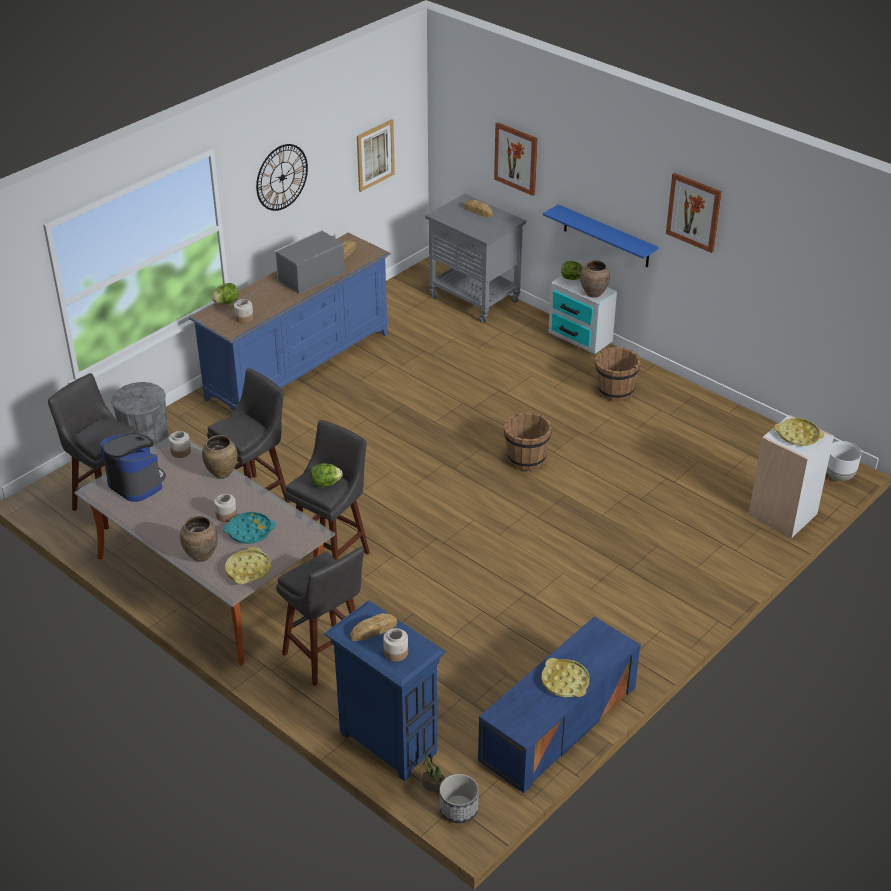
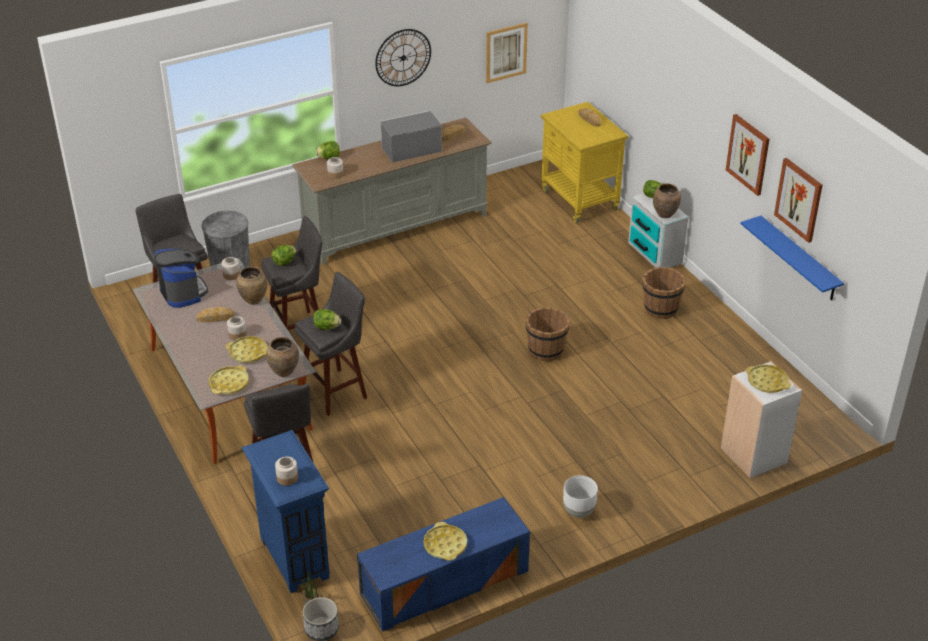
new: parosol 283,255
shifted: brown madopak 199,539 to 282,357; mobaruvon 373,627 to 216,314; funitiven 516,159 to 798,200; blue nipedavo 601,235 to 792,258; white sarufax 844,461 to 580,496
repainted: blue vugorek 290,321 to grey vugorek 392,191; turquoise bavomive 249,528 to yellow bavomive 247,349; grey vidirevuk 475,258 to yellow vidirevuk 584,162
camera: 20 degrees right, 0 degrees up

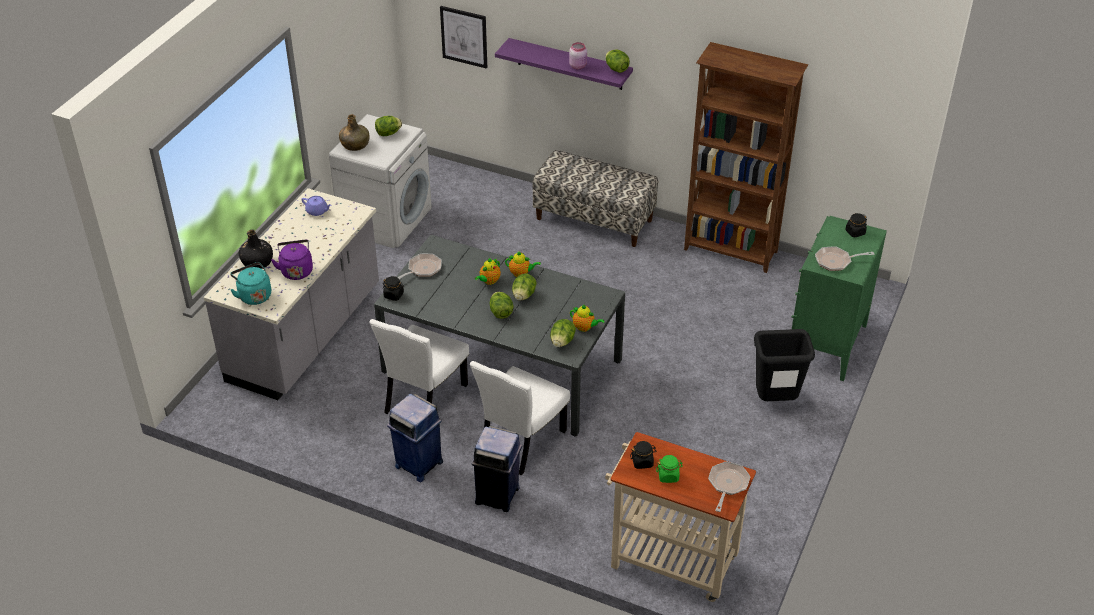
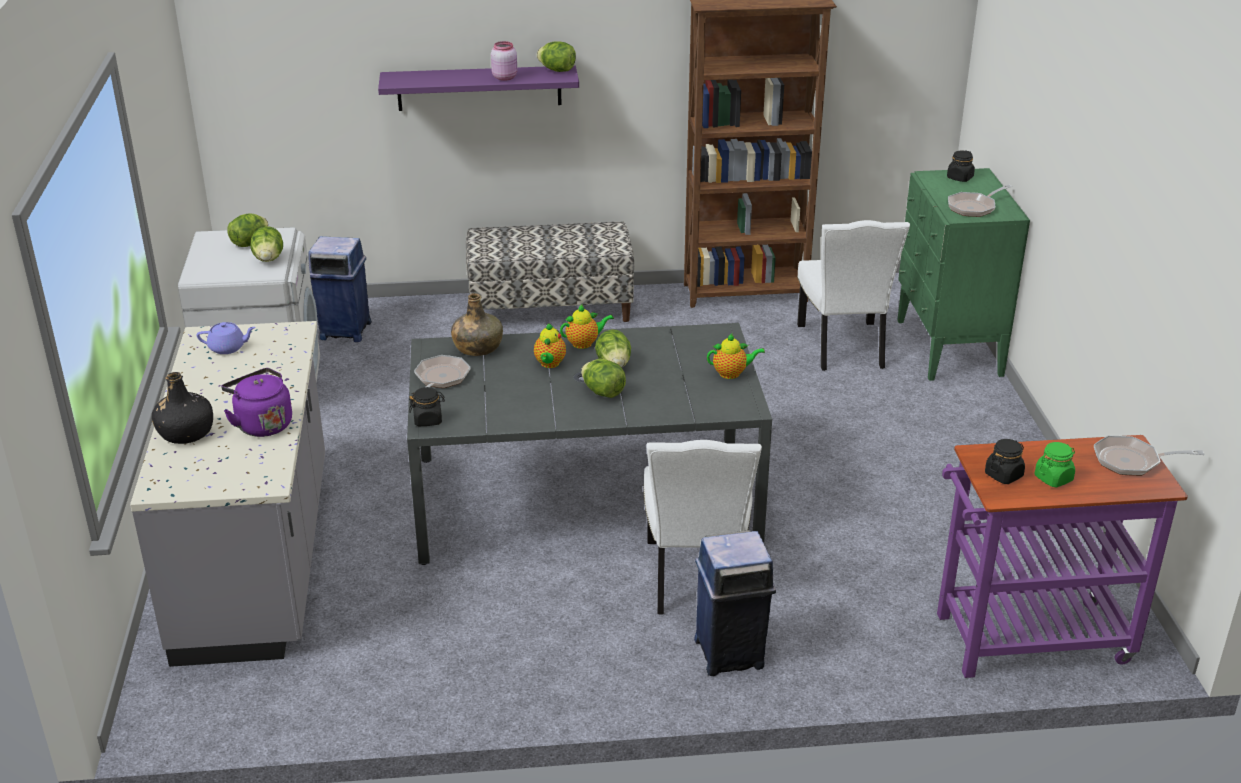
gone: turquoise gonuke 250,283; funitiven 463,37; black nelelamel 784,365
shifted: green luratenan 354,132 to 477,324; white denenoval 419,366 to 853,295; blue nelelamel 415,438 to 340,289; parosol 563,333 to 266,244
repainted: beige vidirevuk 680,517 to purple vidirevuk 1062,556
rotated: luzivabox 729,486 = 1149,456 75 degrees counterclockwise
camera: 30 degrees left, 10 degrees down

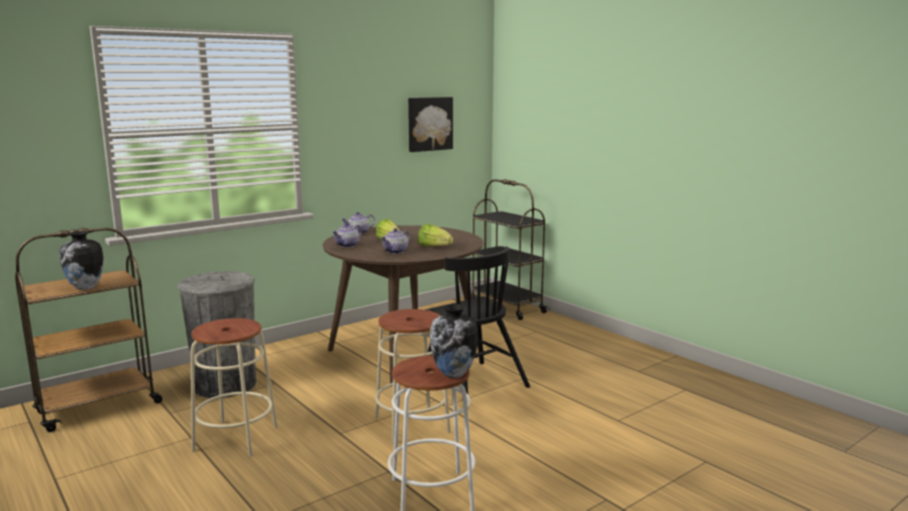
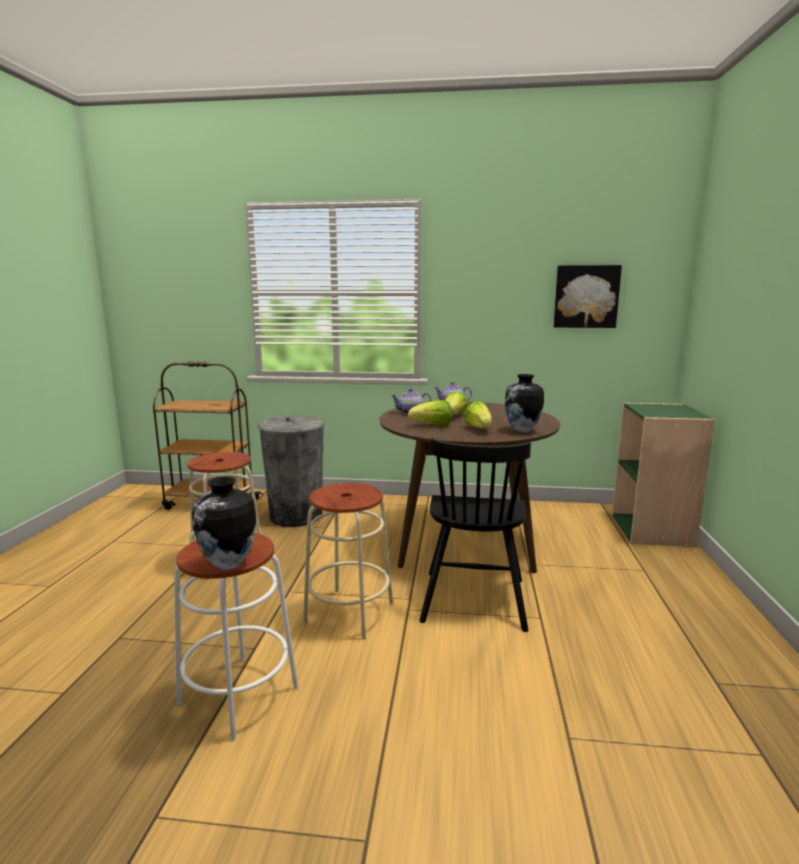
shifted: madopak 81,260 to 524,403
swapped: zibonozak 395,241 to parosol 430,413; black vidirevuk 511,249 to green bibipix 663,475
camera: 45 degrees right, 0 degrees up

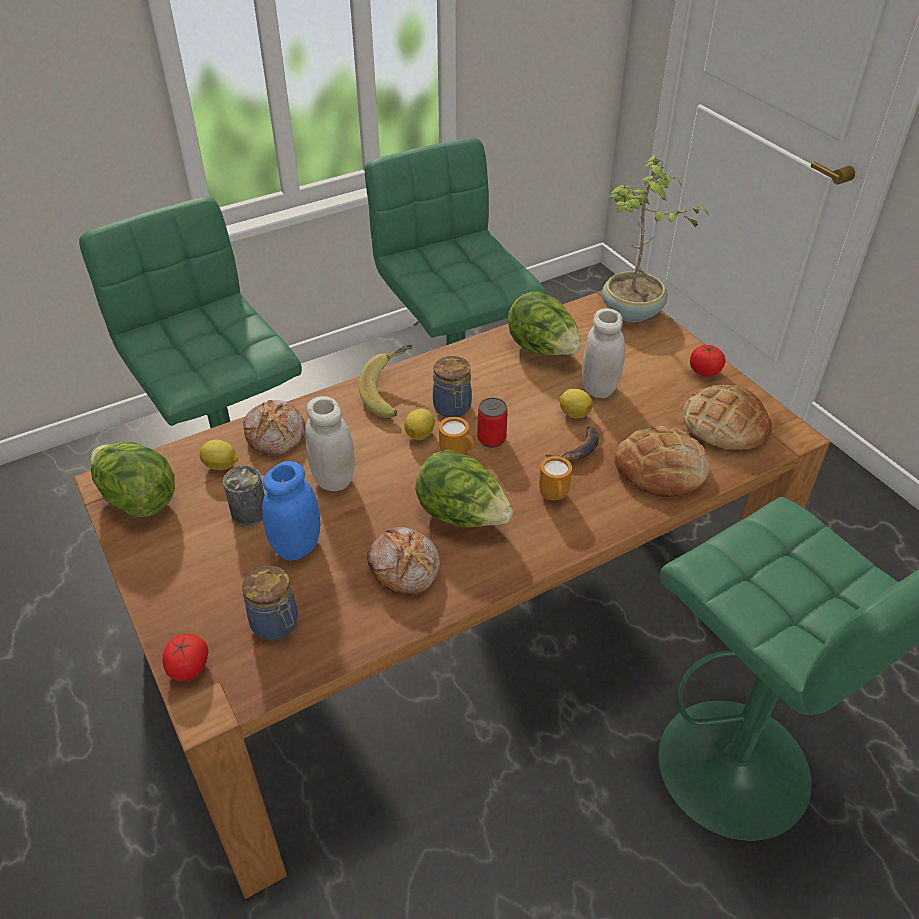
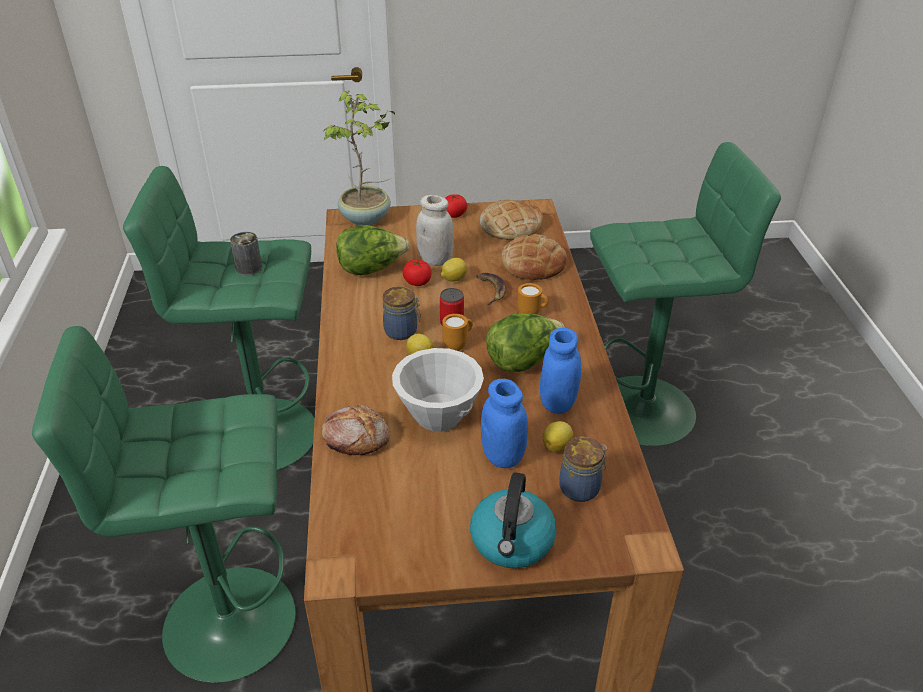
gone: parosol 132,480; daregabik 386,381
new: gonuke 513,520
shifted: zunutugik 185,657 to 417,272; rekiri 219,455 to 558,436; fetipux 244,496 to 246,254
swapped: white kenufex 330,443 to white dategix 438,390; mobaruvon 403,561 to blue kenufex 560,371
camera: 65 degrees left, 5 degrees down

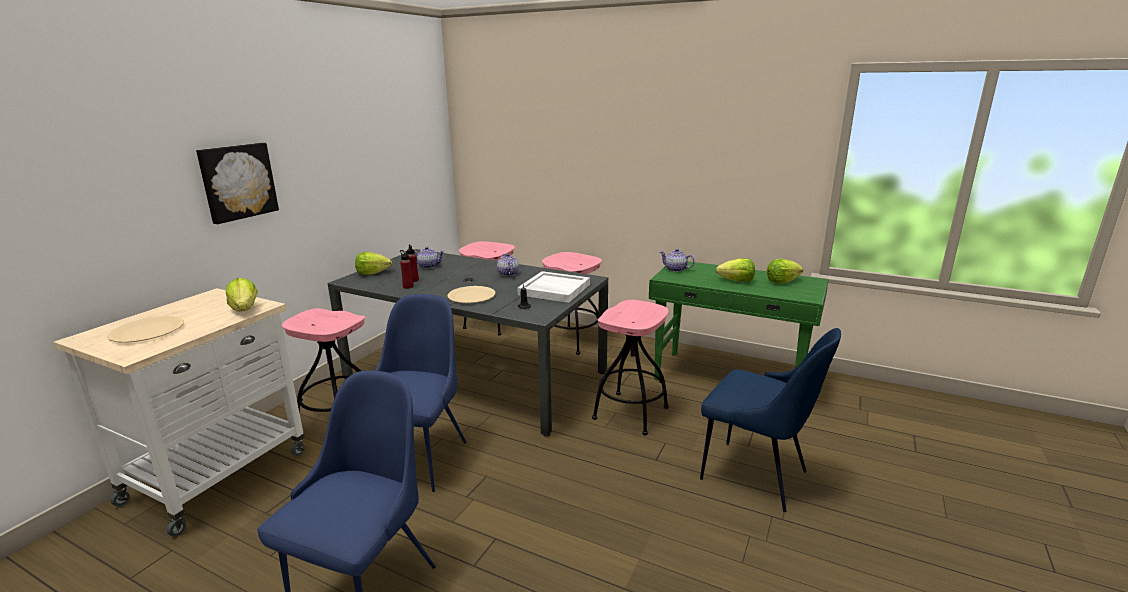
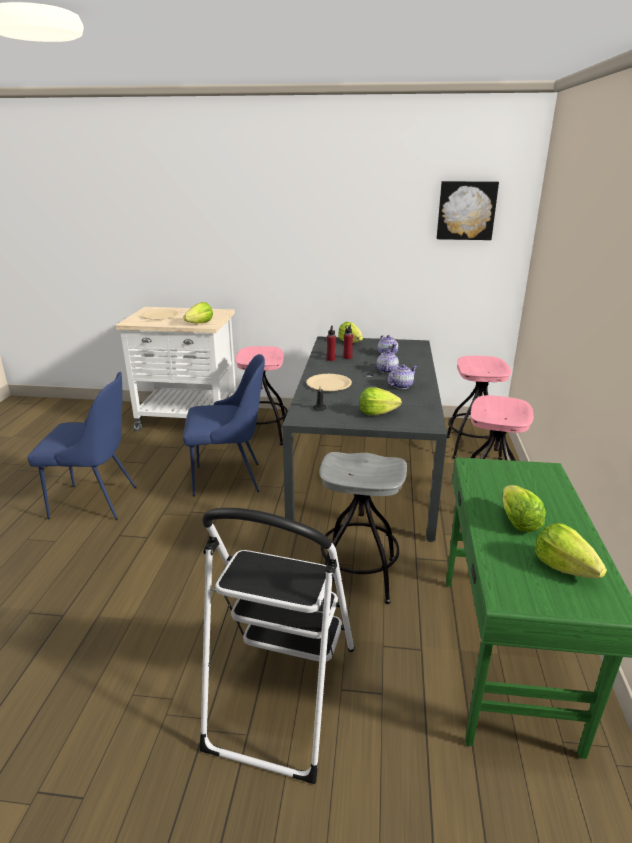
shifted: funitiven 237,183 to 468,210; zibonozak 677,260 to 387,361
swapped: white bavomive 553,287 to parosol 381,401; blue denenoval 770,420 to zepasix 277,646
repainted: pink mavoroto 630,367 to grey mavoroto 363,528
camera: 70 degrees right, 5 degrees up

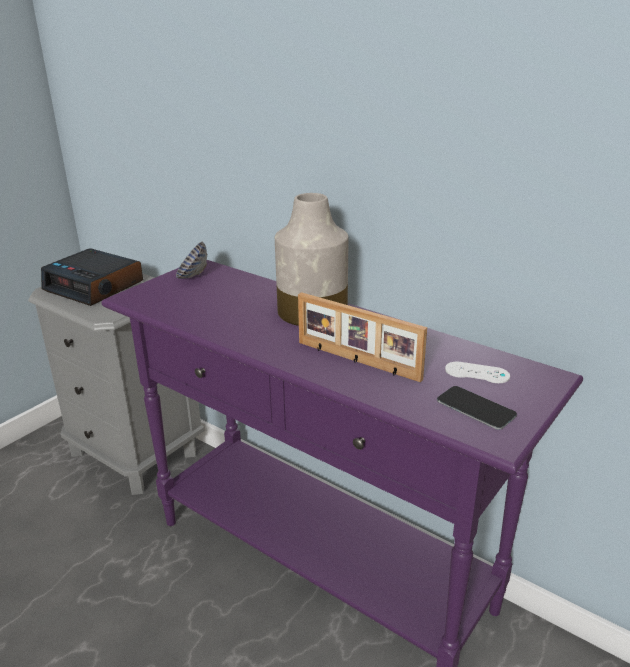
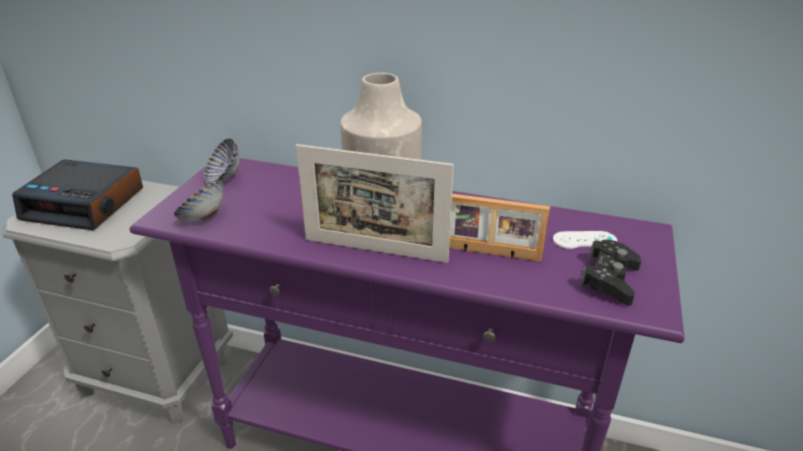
new: dategix 199,200; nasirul 375,203
swapped: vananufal 477,408 to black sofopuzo 611,273
camera: 20 degrees left, 5 degrees up

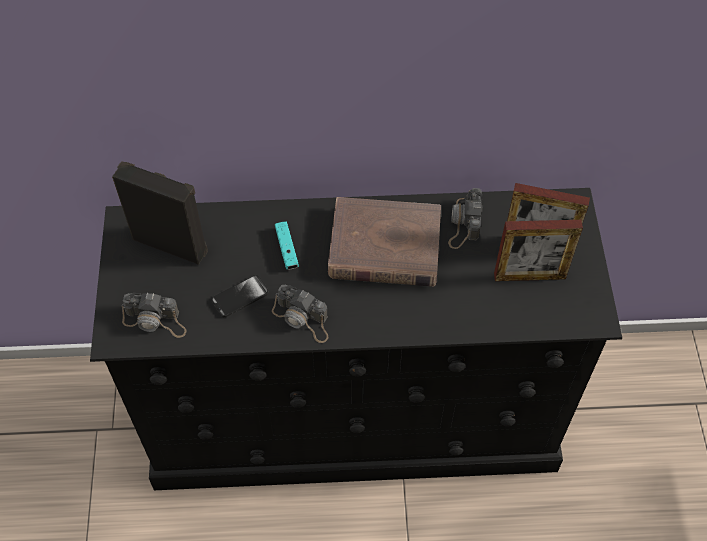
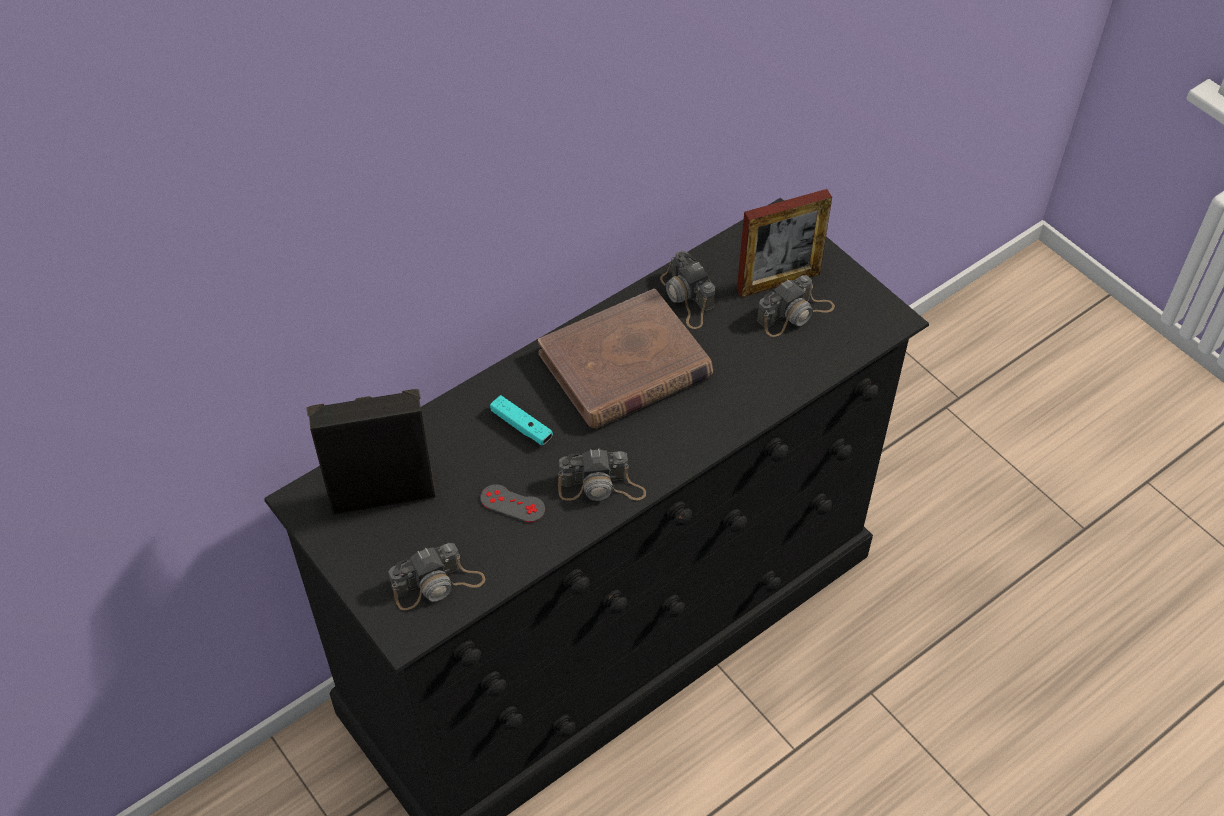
swapped: vananufal 240,296 to grey sofopuzo 512,503; nasirul 538,250 to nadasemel 796,306
camera: 35 degrees left, 5 degrees down

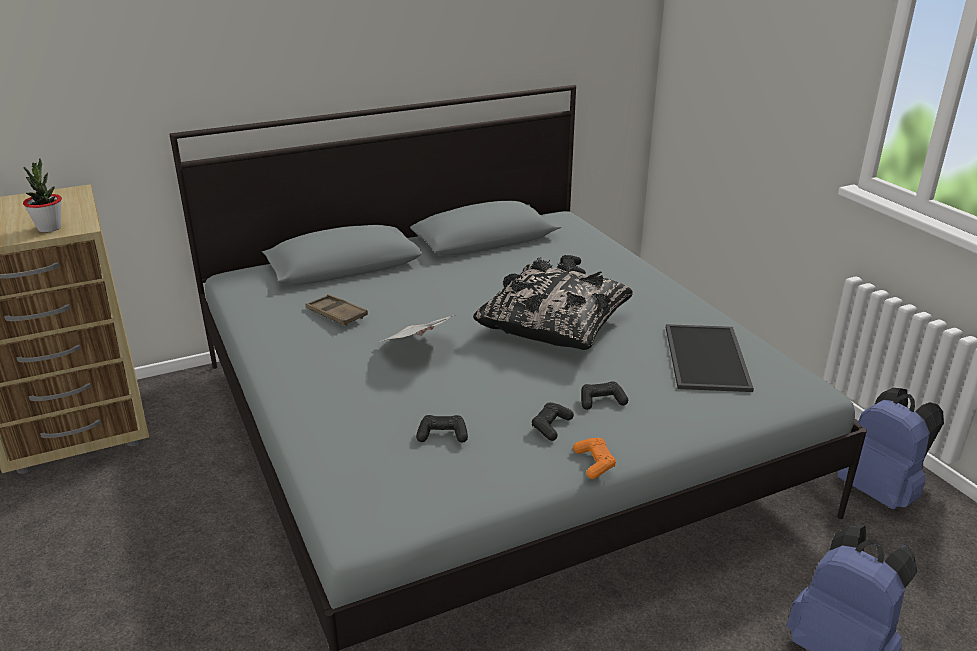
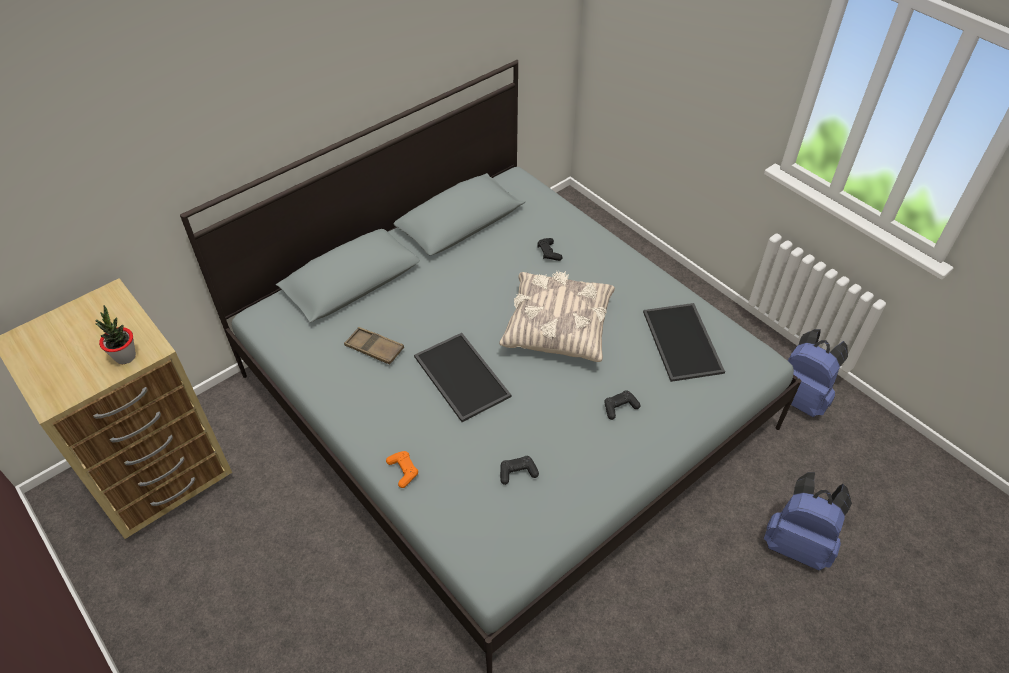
gone: black sofopuzo 553,421
shifted: orange sofopuzo 594,458 to 402,469
swapped: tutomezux 419,328 to bavomive 462,377
repainted: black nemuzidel 553,304 to beige nemuzidel 557,316
camera: 15 degrees left, 20 degrees up

